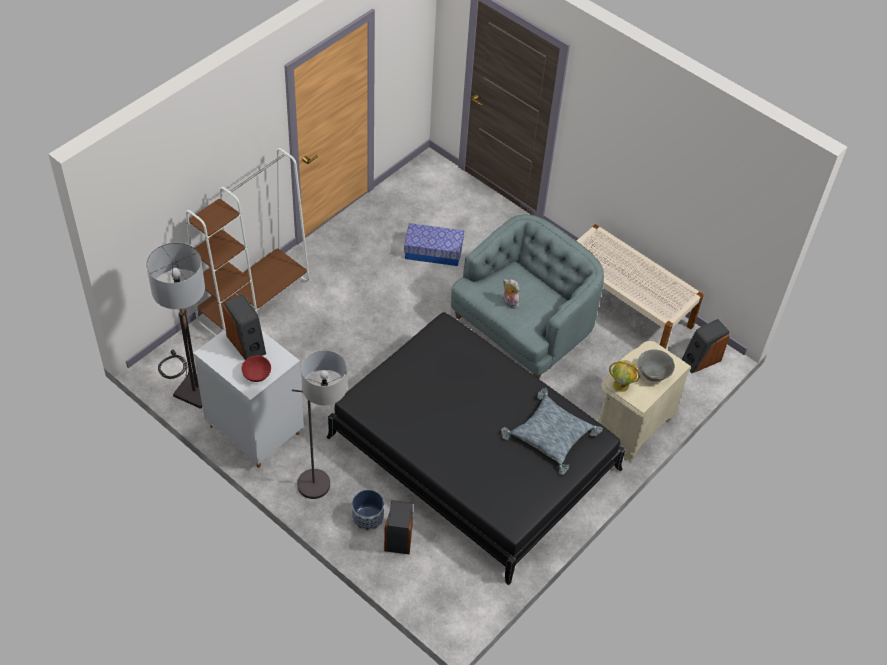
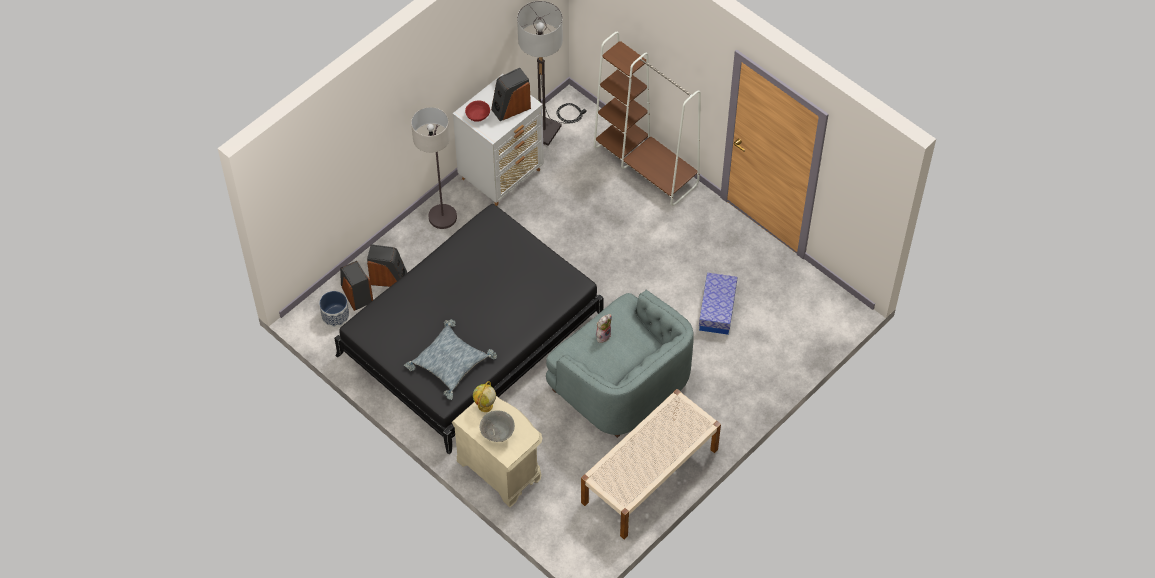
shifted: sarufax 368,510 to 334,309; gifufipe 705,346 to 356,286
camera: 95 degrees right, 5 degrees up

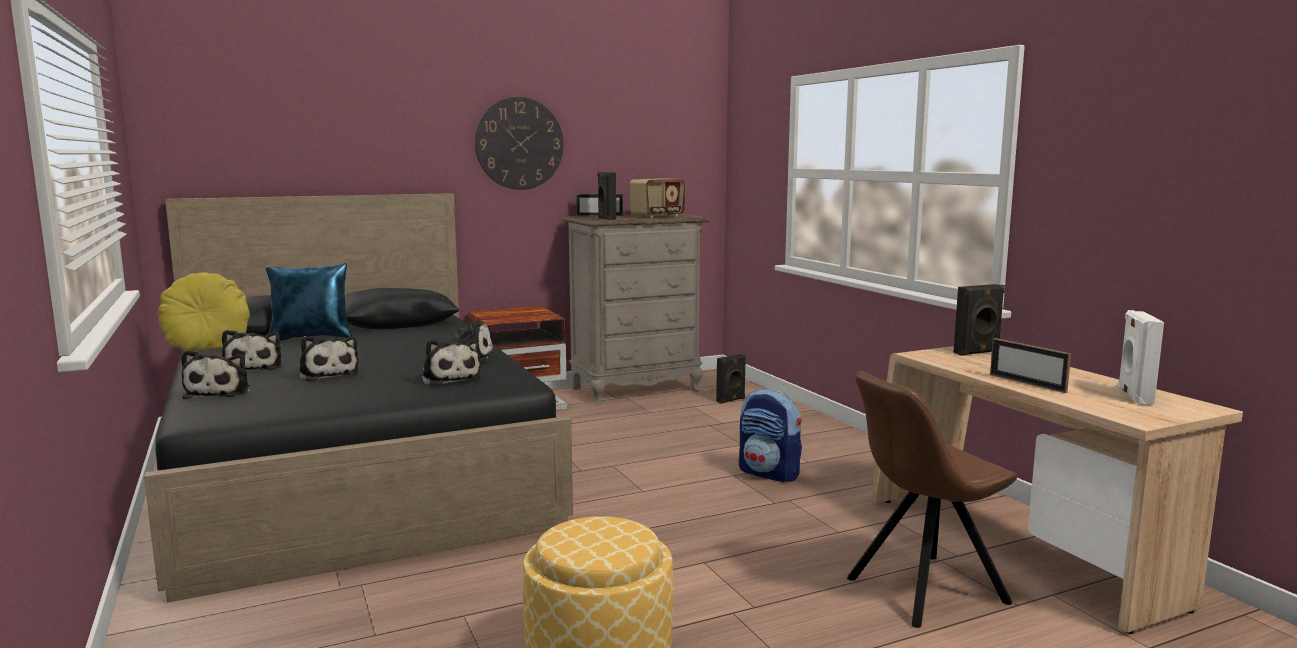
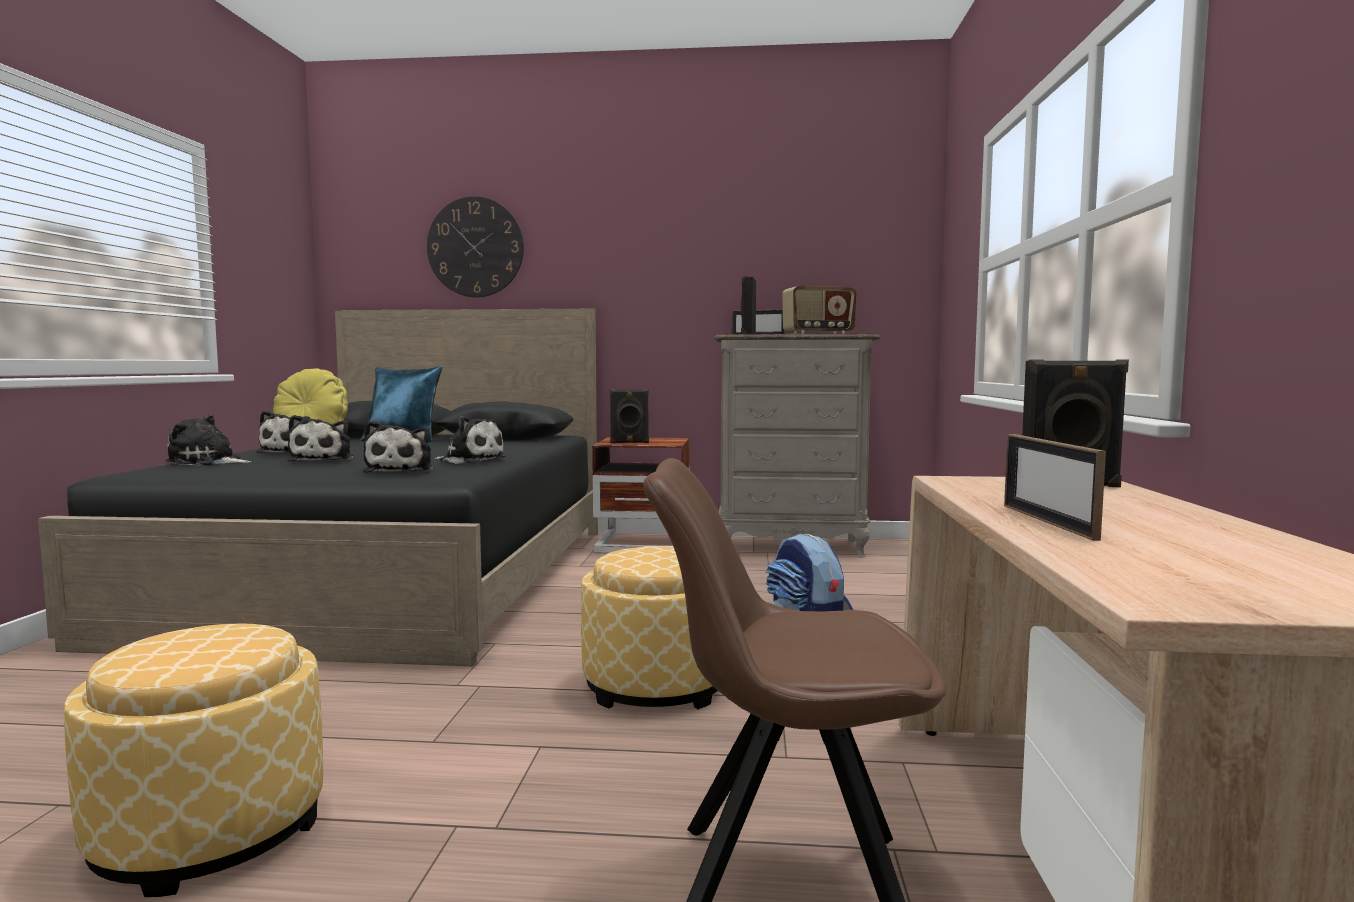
gone: white gifufipe 1141,357
new: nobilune 649,627
shifted: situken 519,143 to 475,246; black gifufipe 731,379 to 629,416
rotated: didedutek 216,374 = 208,439 75 degrees clockwise
camera: 30 degrees right, 5 degrees down

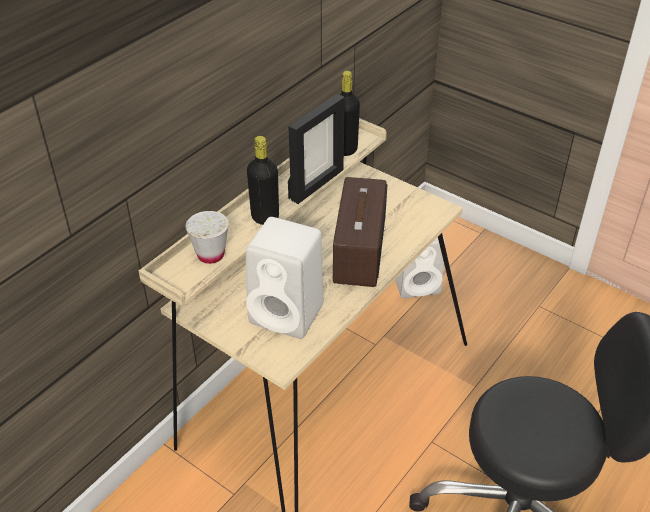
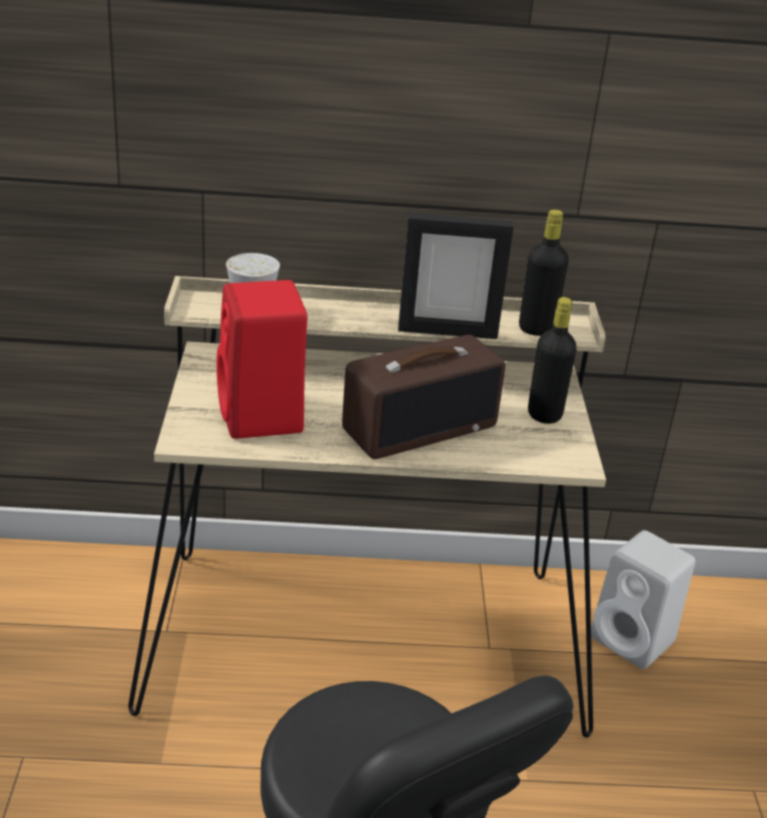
shifted: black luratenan 263,180 to 552,360
repainted: white gifufipe 285,278 to red gifufipe 261,359
camera: 50 degrees right, 10 degrees down

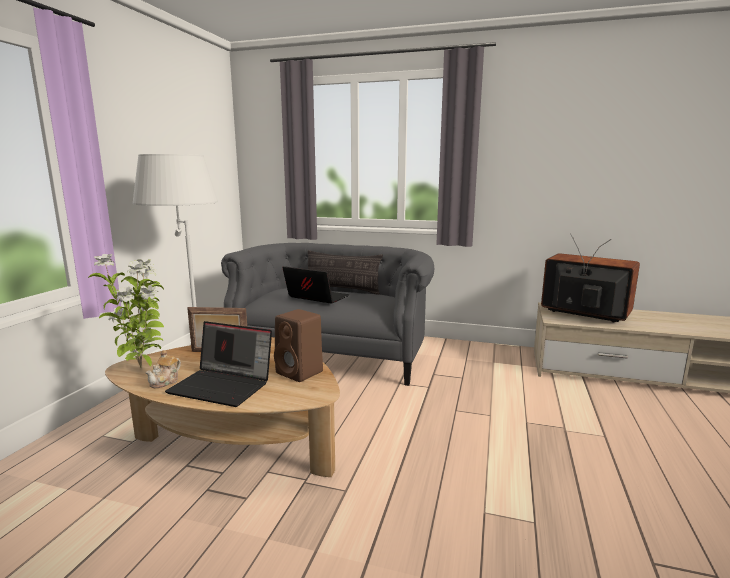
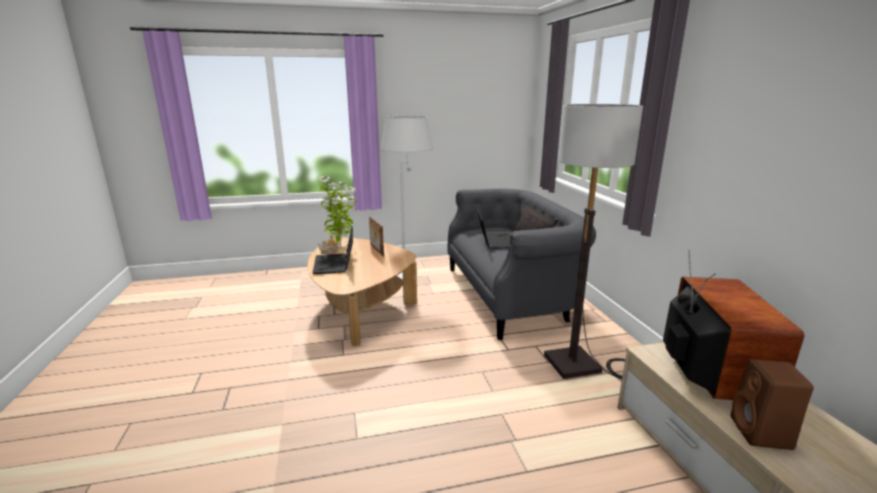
new: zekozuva 593,241
shifted: brown gifufipe 298,345 to 772,404
camera: 60 degrees right, 5 degrees up

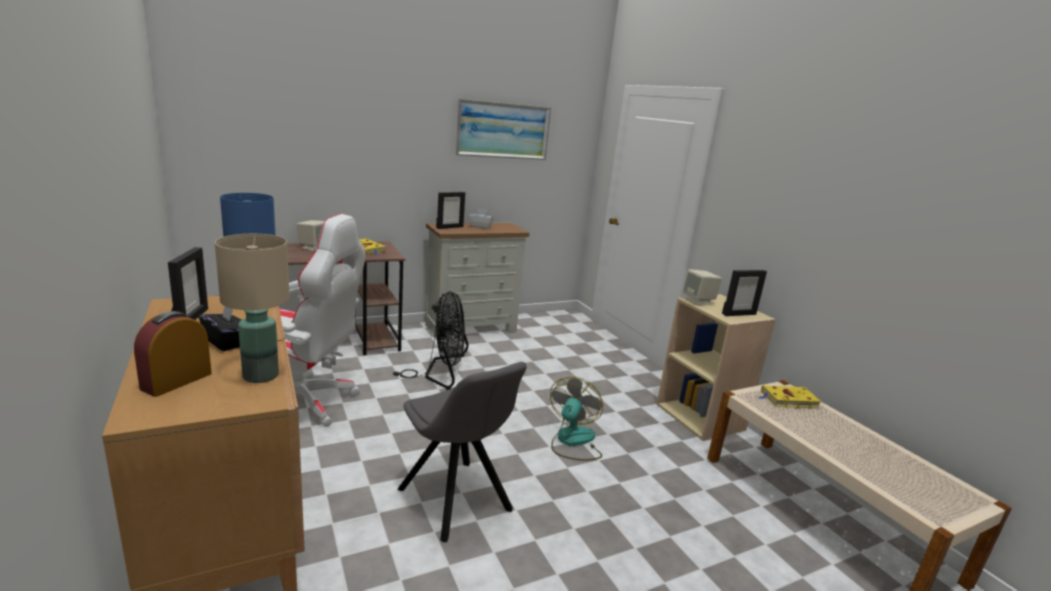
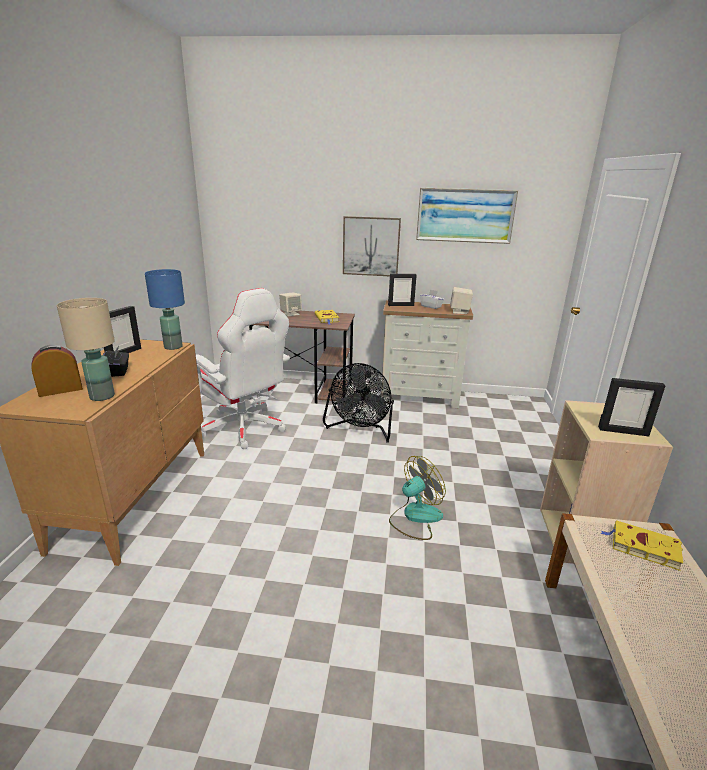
gone: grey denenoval 462,452
new: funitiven 372,246
shifted: beige gifufipe 702,287 to 461,300
rotated: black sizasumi 430,340 = 358,403 75 degrees clockwise
camera: 35 degrees right, 5 degrees up

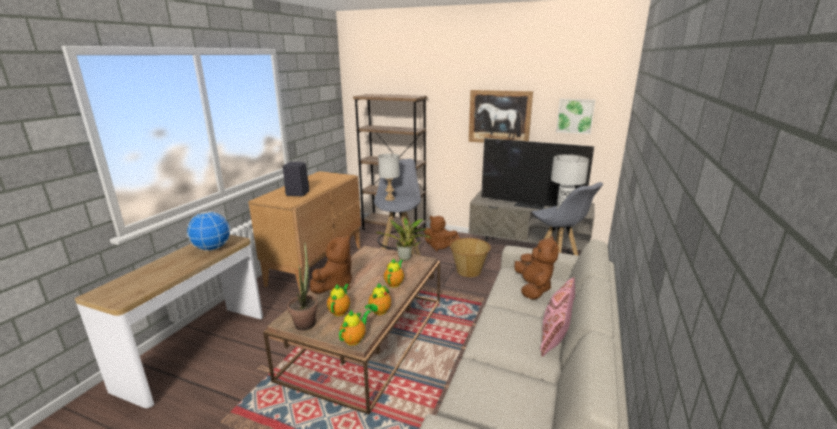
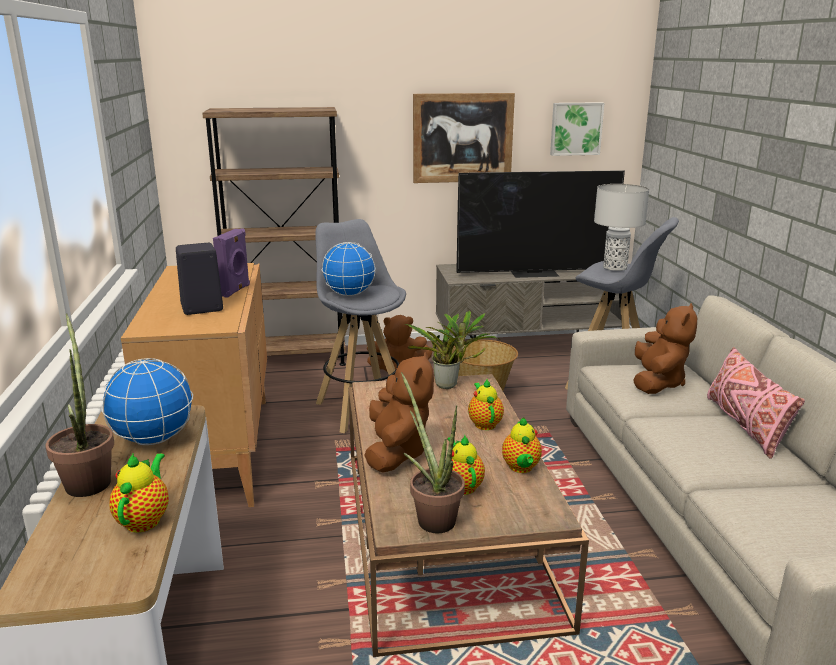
new: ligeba 79,405; purple gifufipe 231,263
shifted: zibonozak 355,328 to 139,493
swapped: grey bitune 389,177 to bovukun 349,269
rotated: brown didedutek 536,267 = 665,348 45 degrees clockwise
camera: 30 degrees left, 0 degrees up

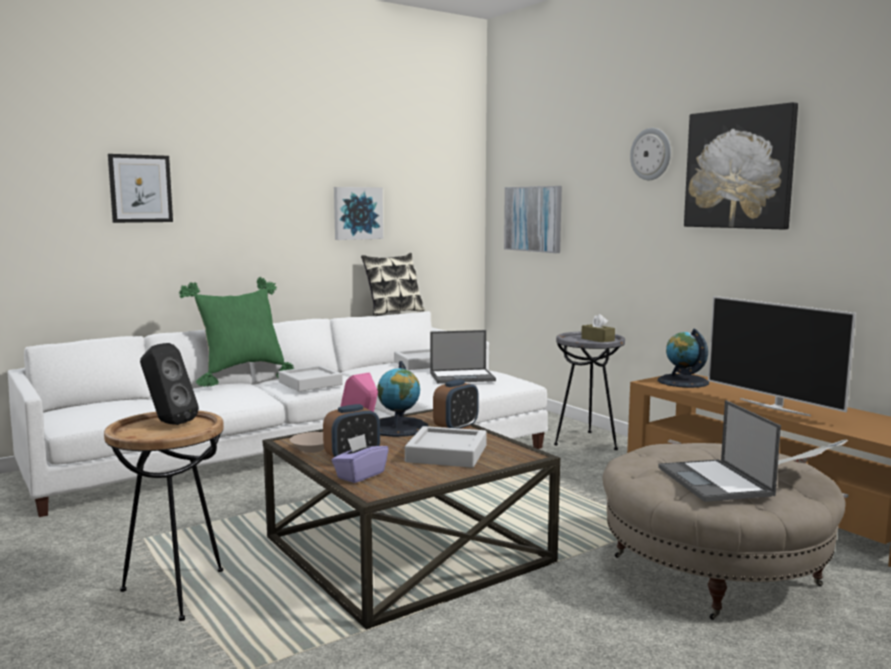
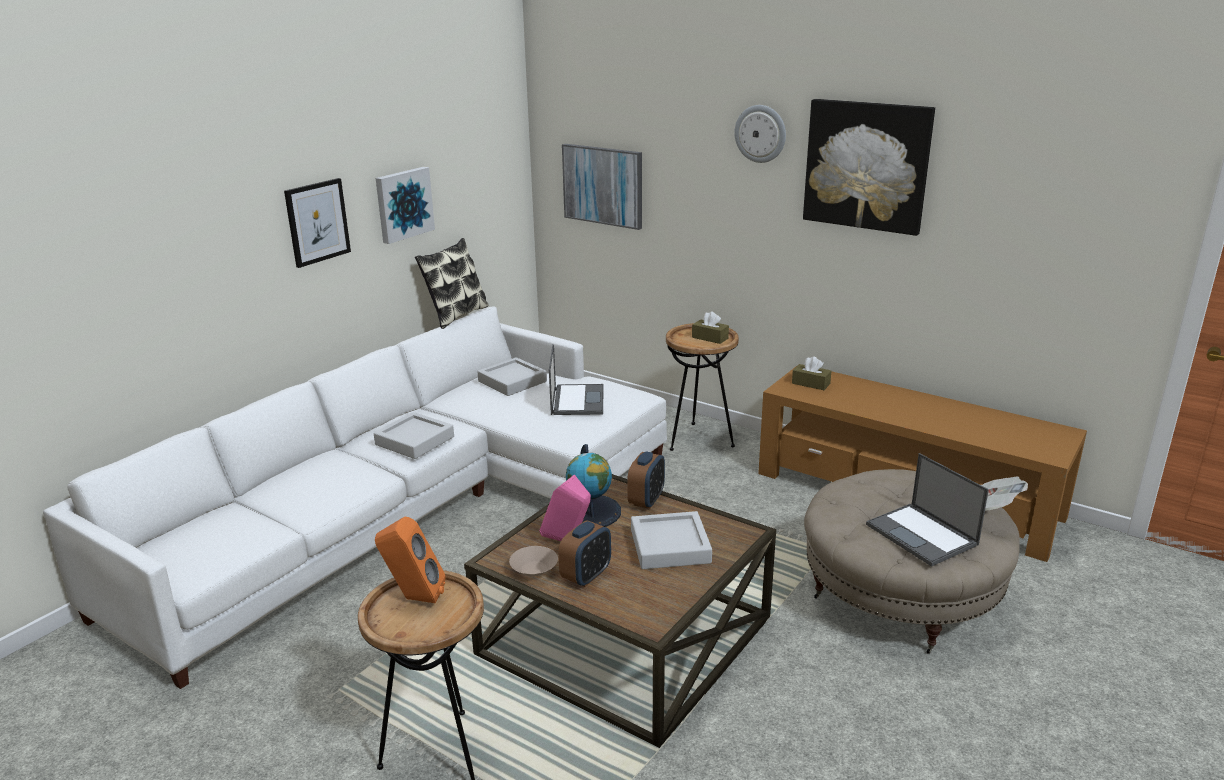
gone: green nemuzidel 237,332; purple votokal 360,458; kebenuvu 782,356
shifted: funitiven 140,188 to 317,223
swapped: bovukun 683,358 to brown votokal 811,373
repainted: black gifufipe 169,384 to orange gifufipe 410,559; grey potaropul 589,391 to brown potaropul 702,387
rotated: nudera 463,356 = 576,379 60 degrees counterclockwise
camera: 20 degrees left, 15 degrees up

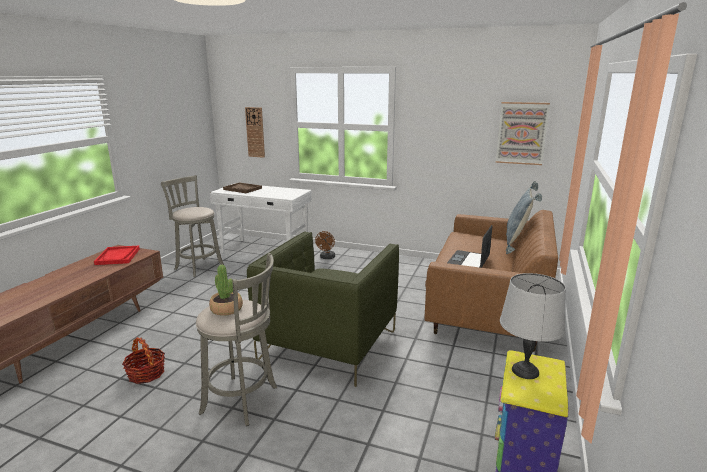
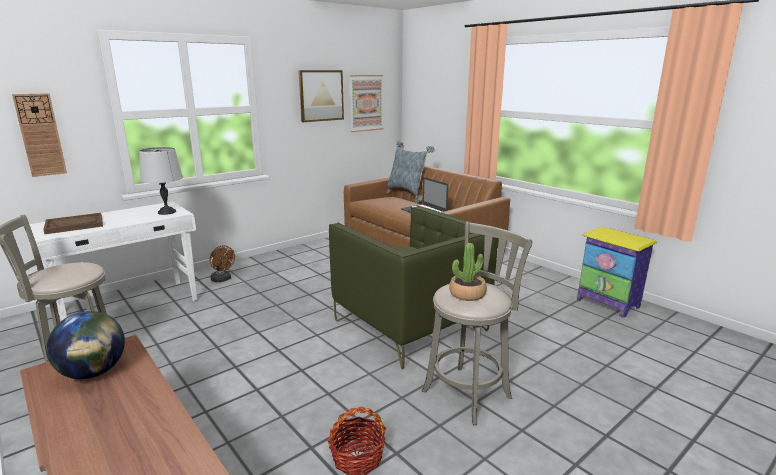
new: funitiven 321,96
shifted: grey bitune 533,326 to 161,181
swapped: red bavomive 117,255 to bovukun 85,345
camera: 60 degrees left, 0 degrees up

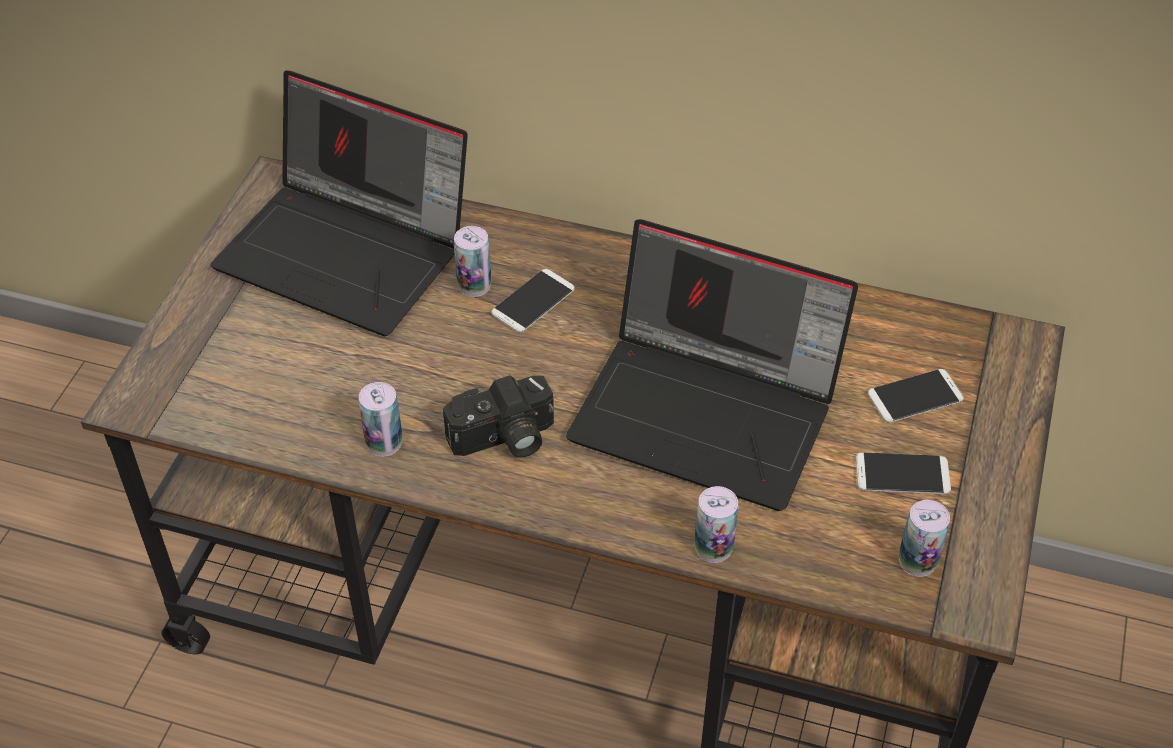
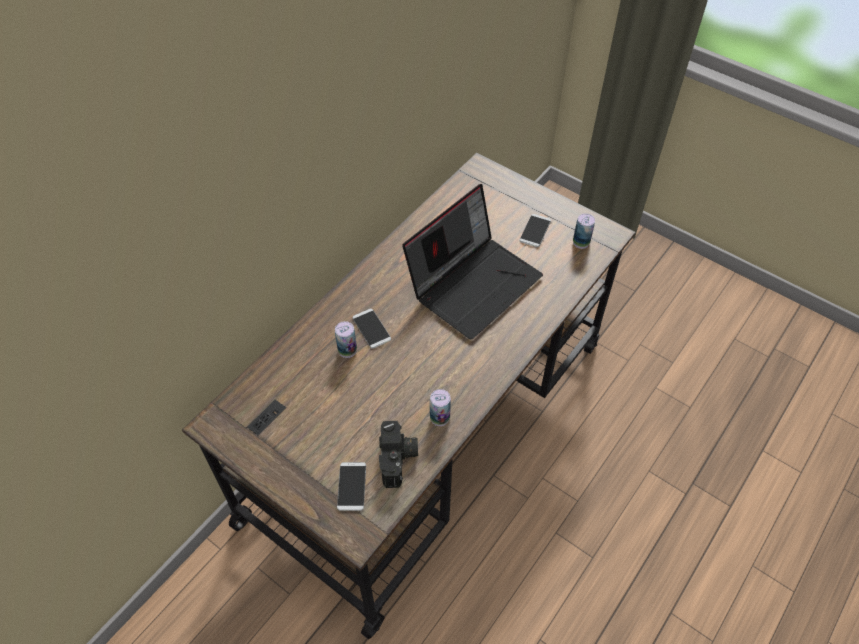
gone: nudera 339,203; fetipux 716,524
shifted: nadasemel 498,416 to 398,454; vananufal 916,396 to 351,486
camera: 70 degrees left, 5 degrees up

